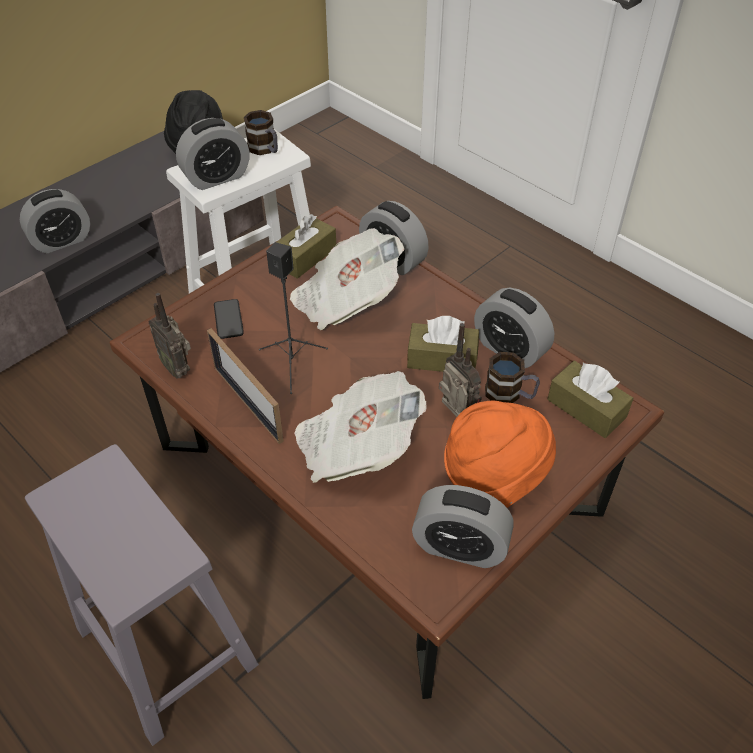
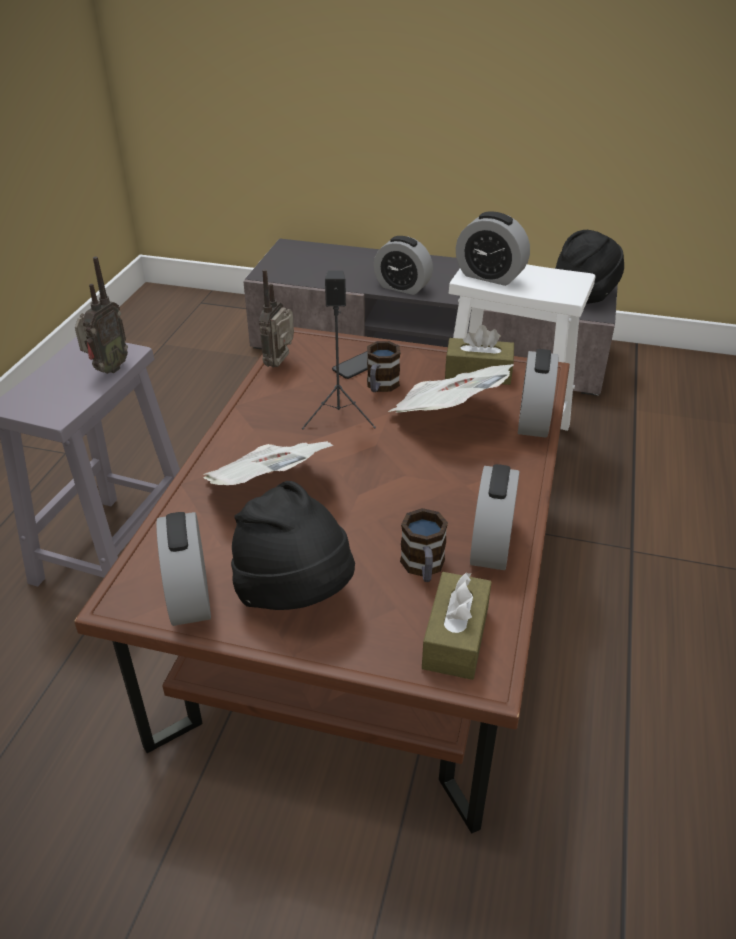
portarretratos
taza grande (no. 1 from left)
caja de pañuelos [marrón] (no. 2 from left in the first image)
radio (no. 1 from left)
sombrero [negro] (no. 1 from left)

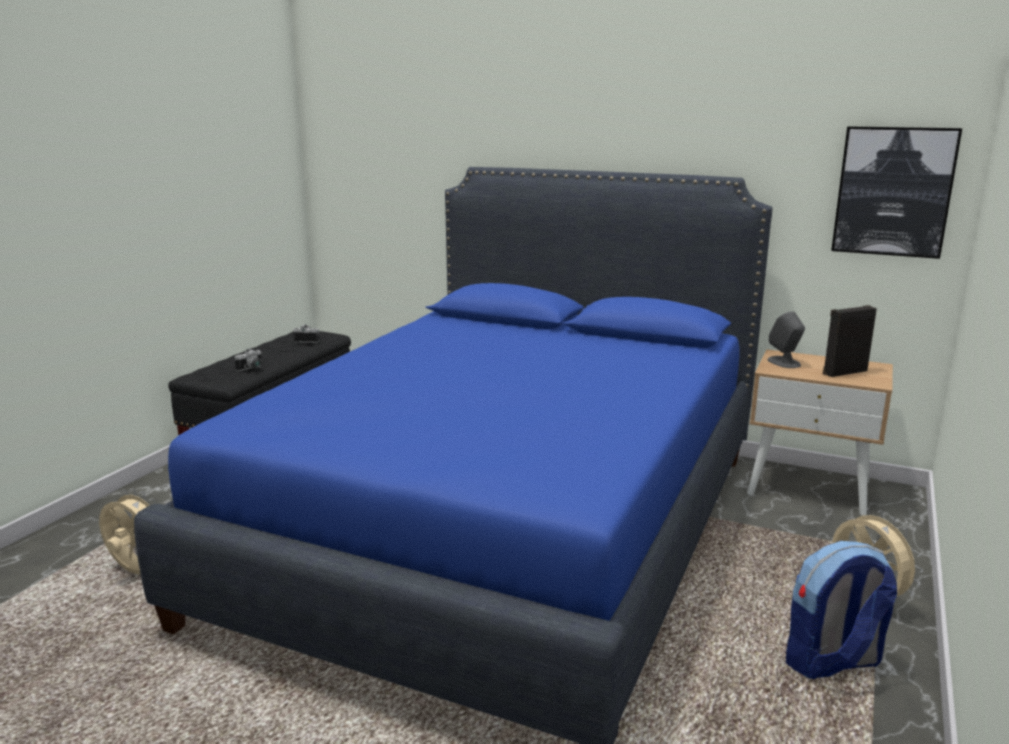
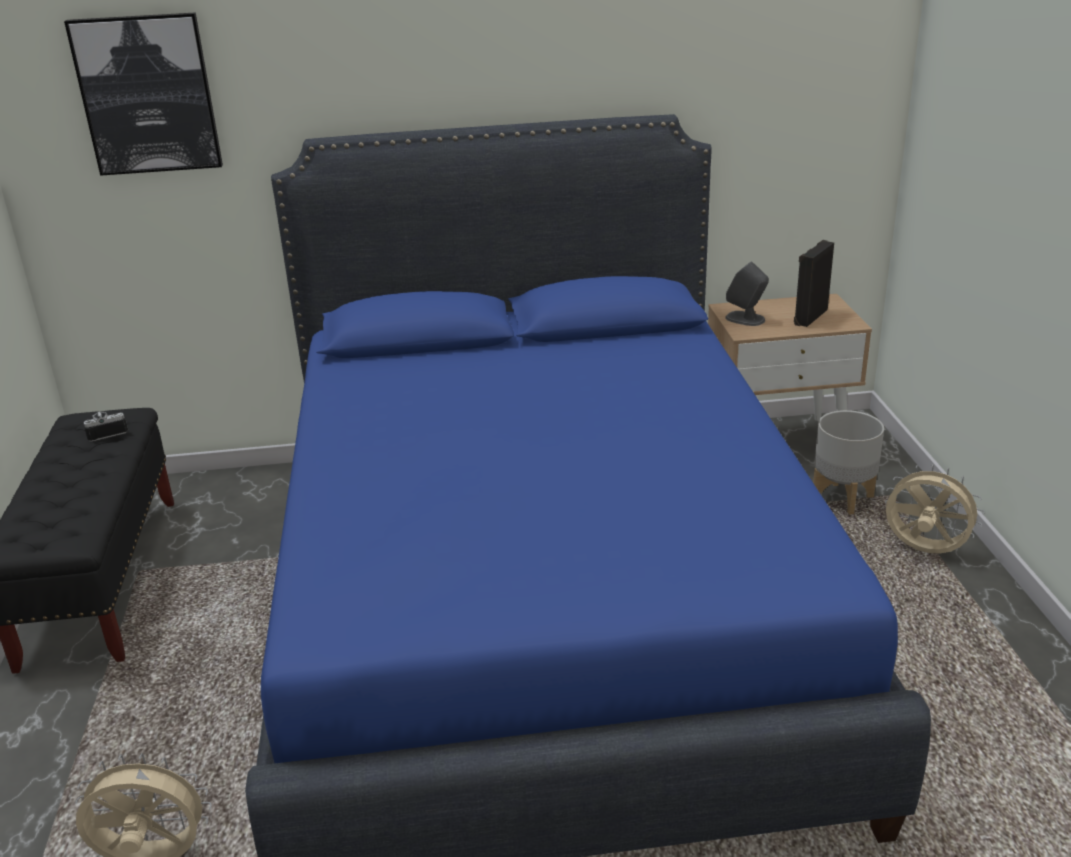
cámara (no. 1 from left in the first image)
mochila
cuadro
maceta [gris]

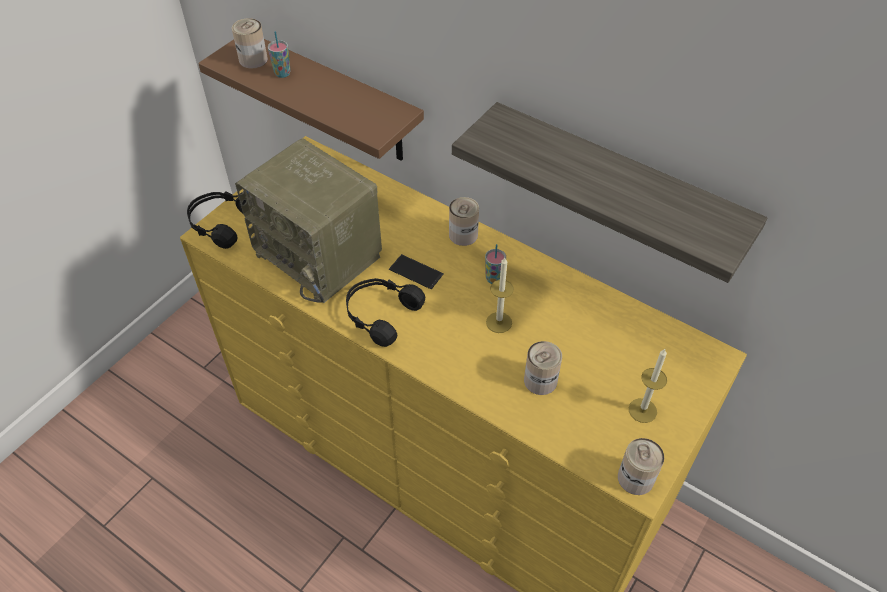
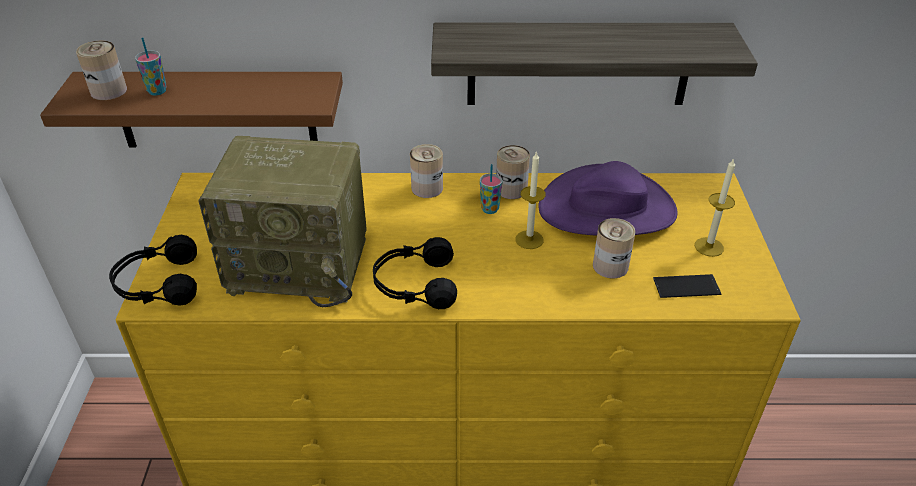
móvil
lata (no. 3 from left)
sombrero [morado]

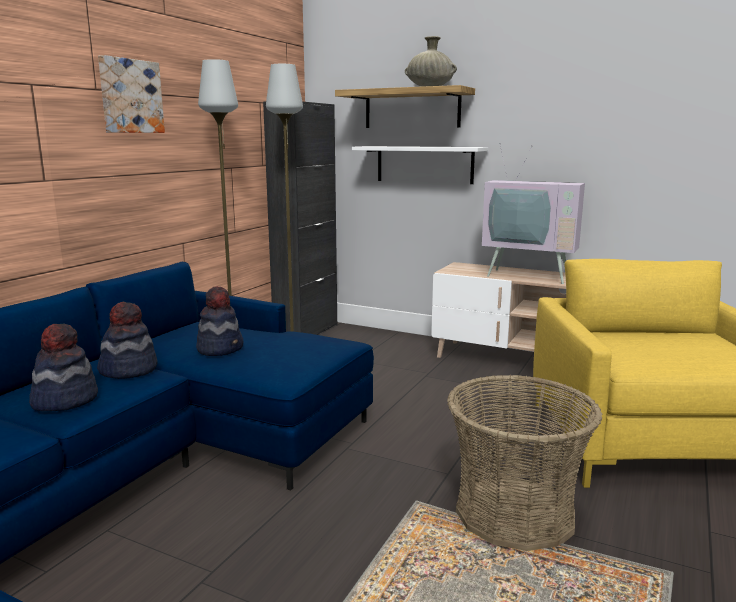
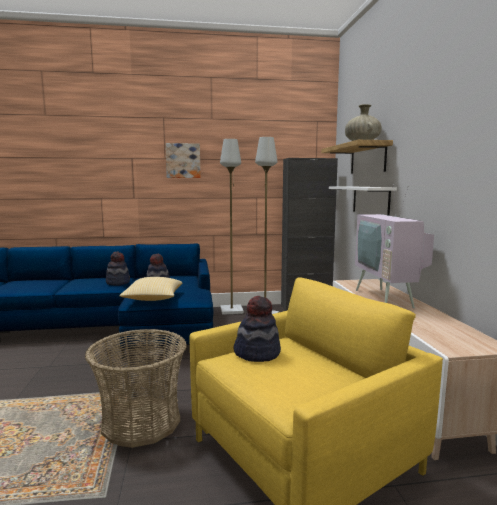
sombrero (no. 3 from left)
cojín

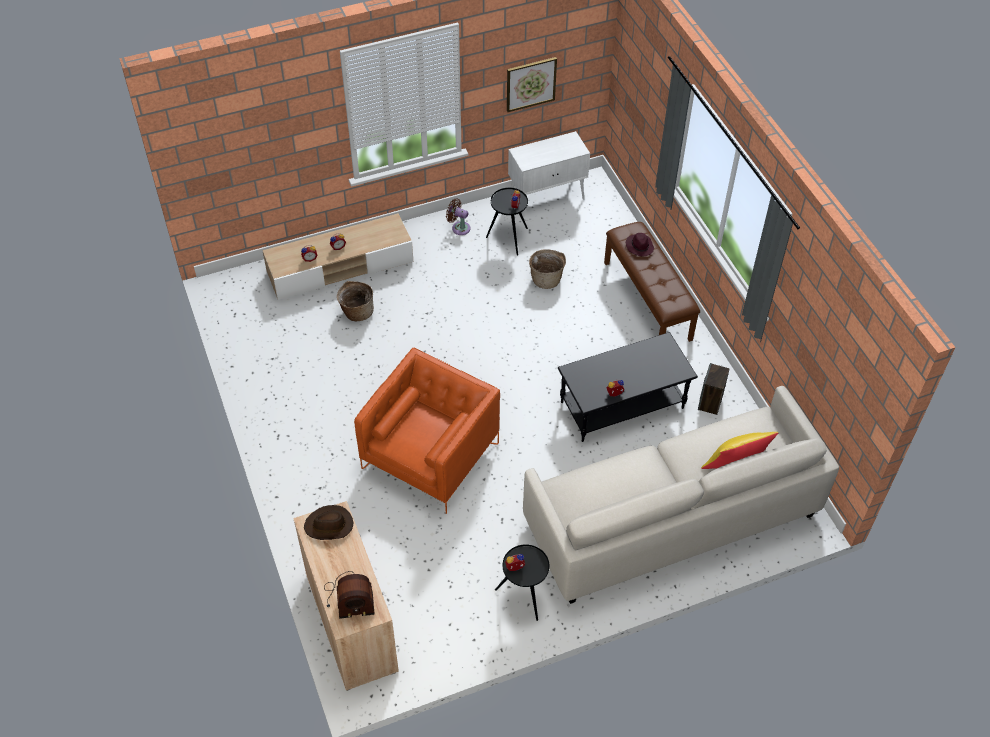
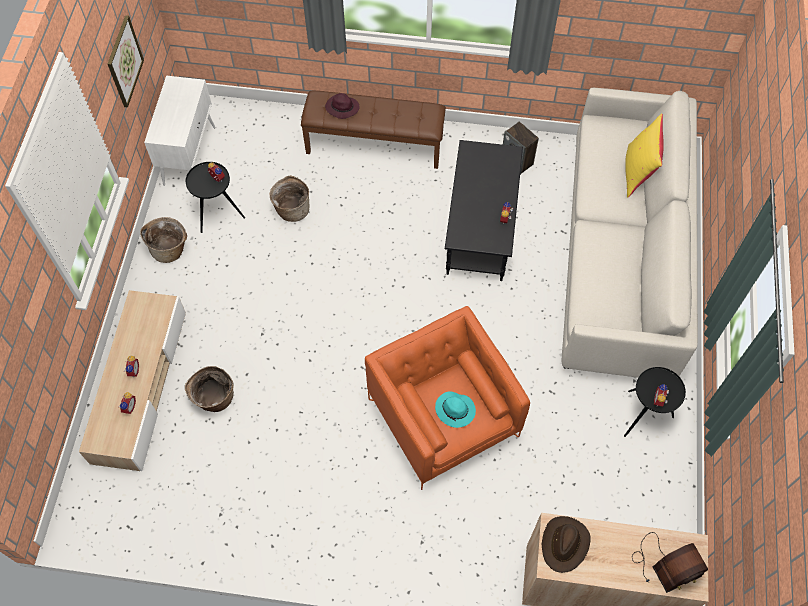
radio
cesta (no. 1 from left)
sombrero [turquesa]

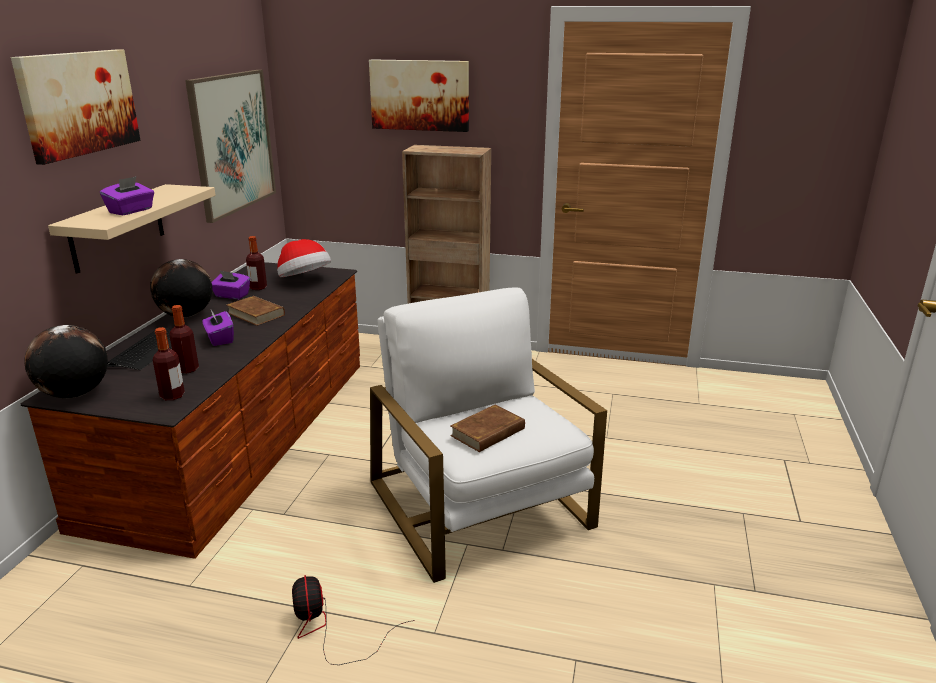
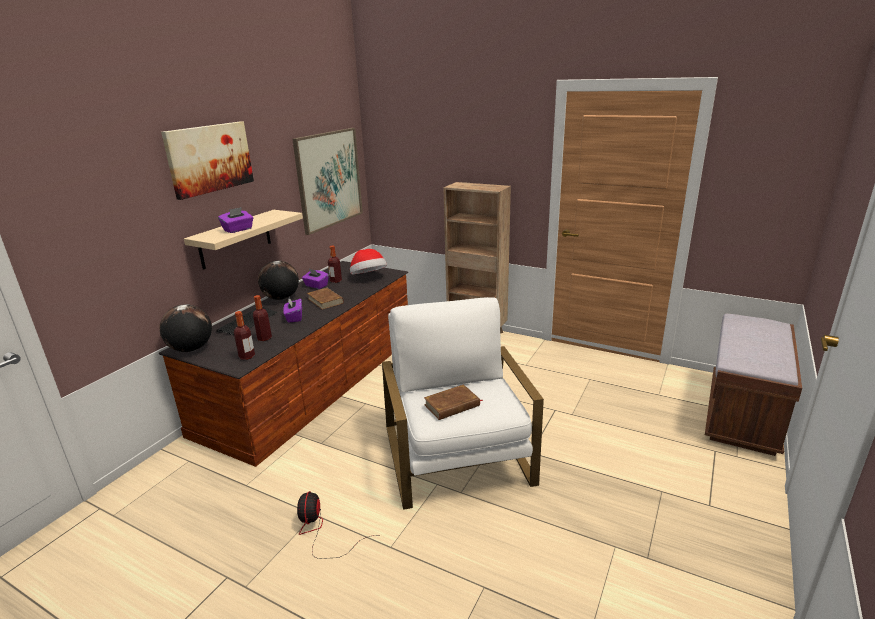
cuadro (no. 3 from left in the first image)
banco [marrón]

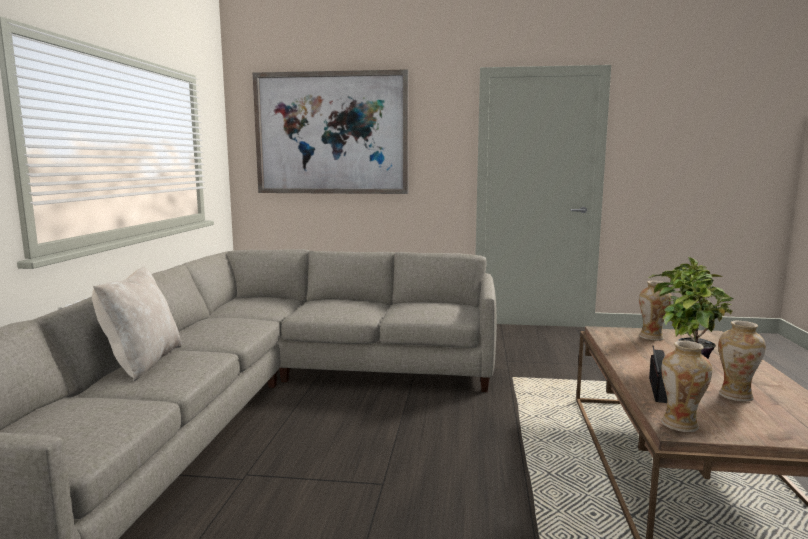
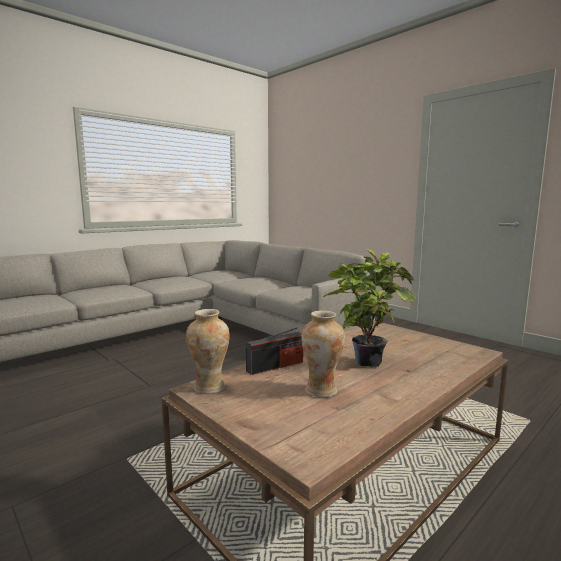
cojín [beis]
cuadro
florero (no. 1 from left in the first image)

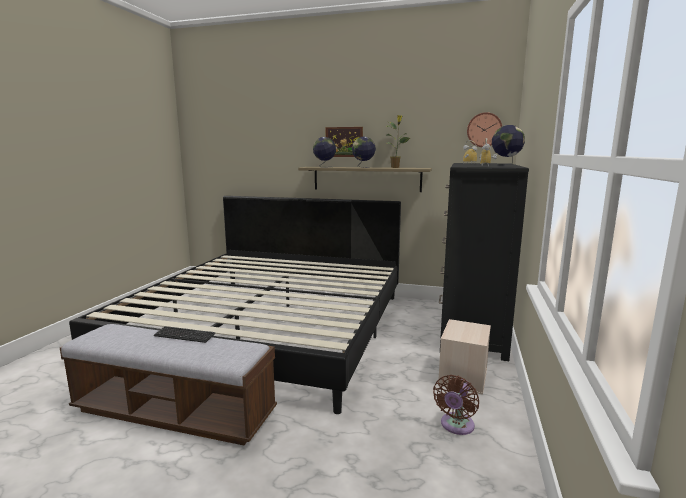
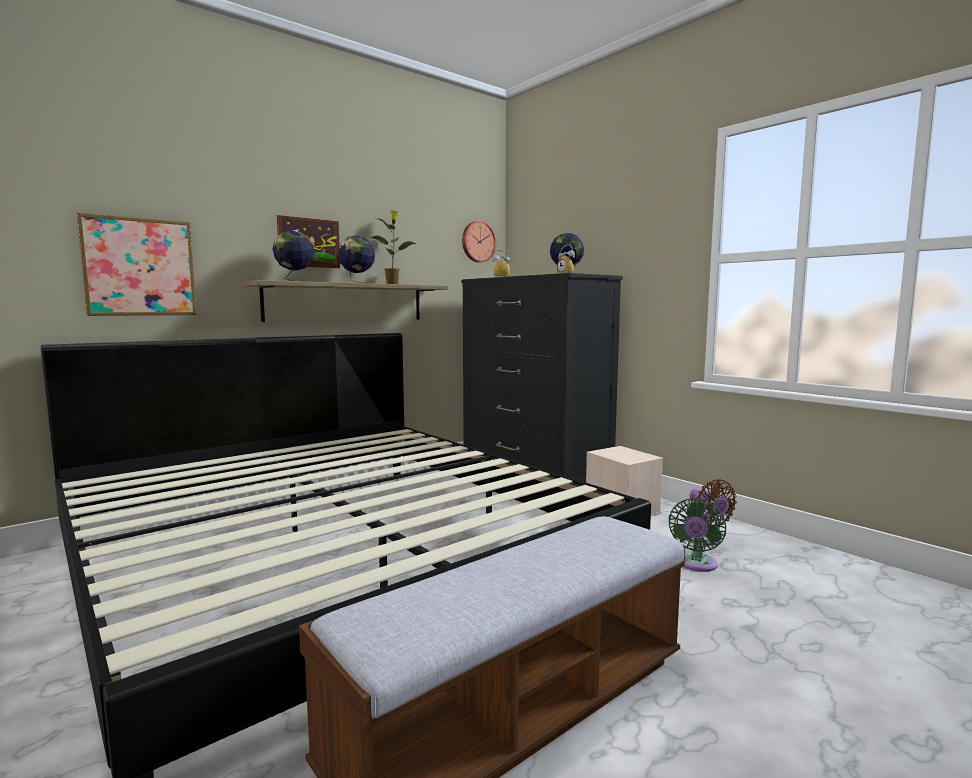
teclado
cuadro (no. 1 from left)
ventilador [verde]

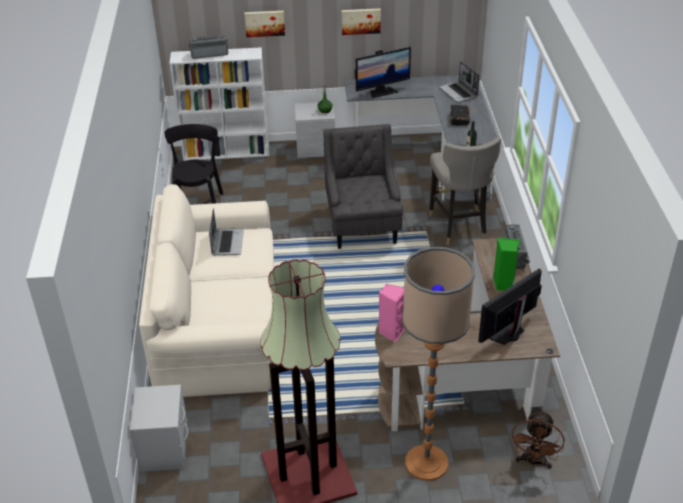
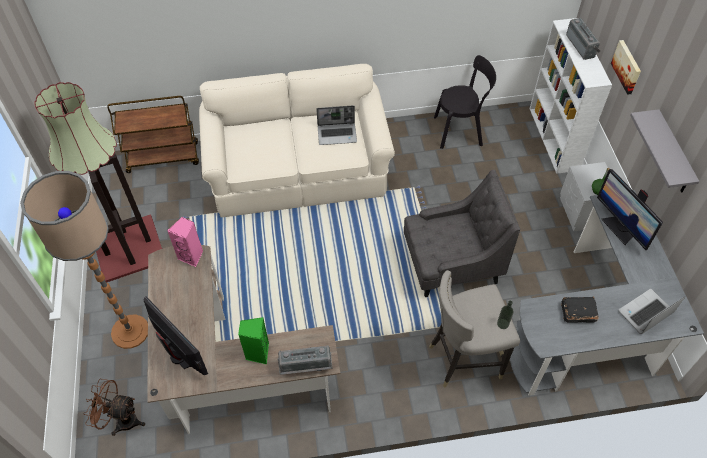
carrito [marrón]
estante [gris]

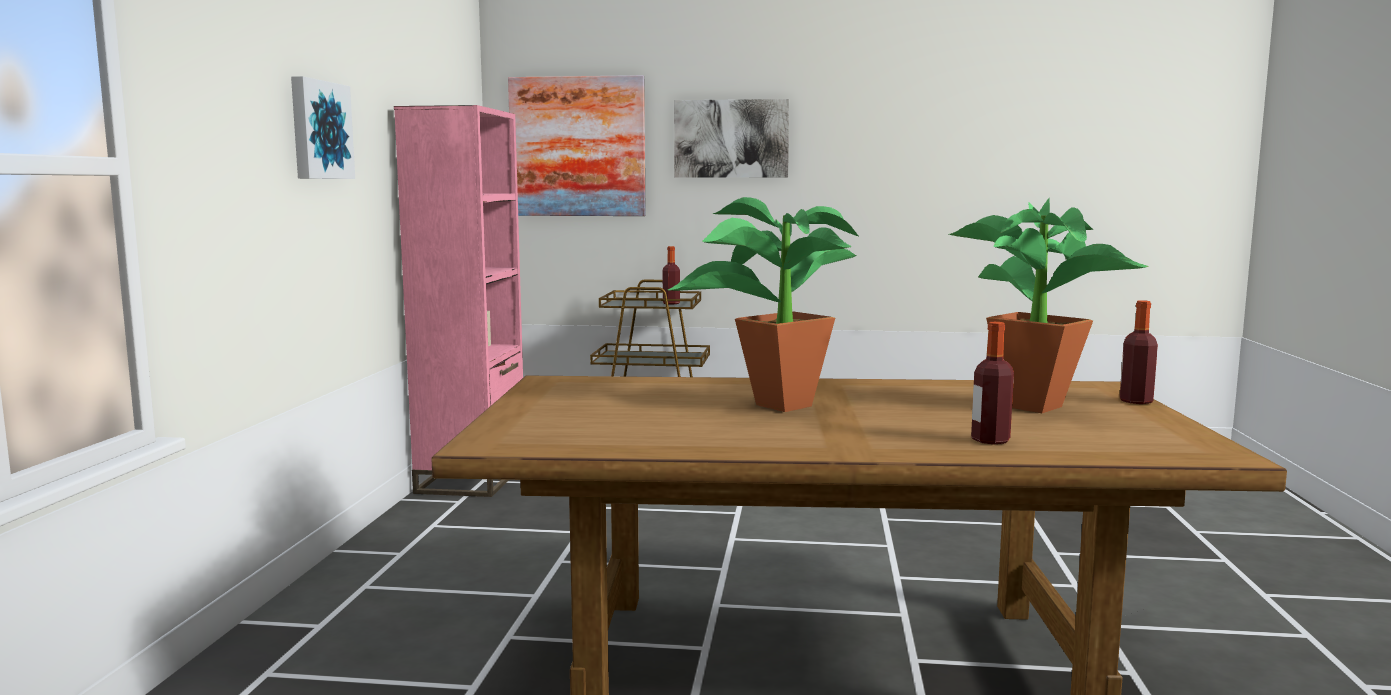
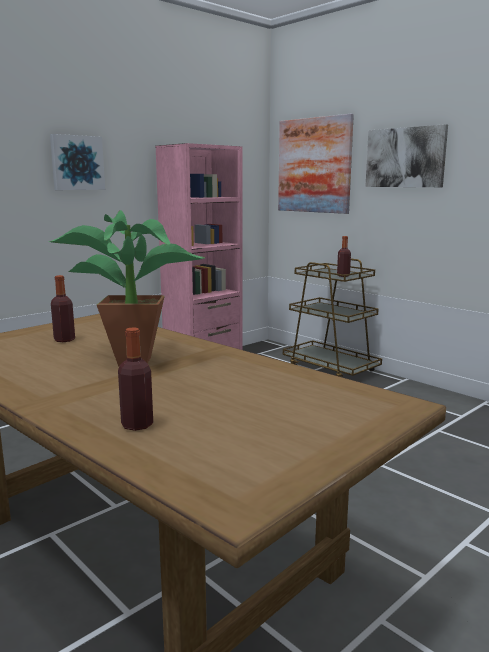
planta en maceta (no. 2 from left in the first image)
botella (no. 1 from left)

